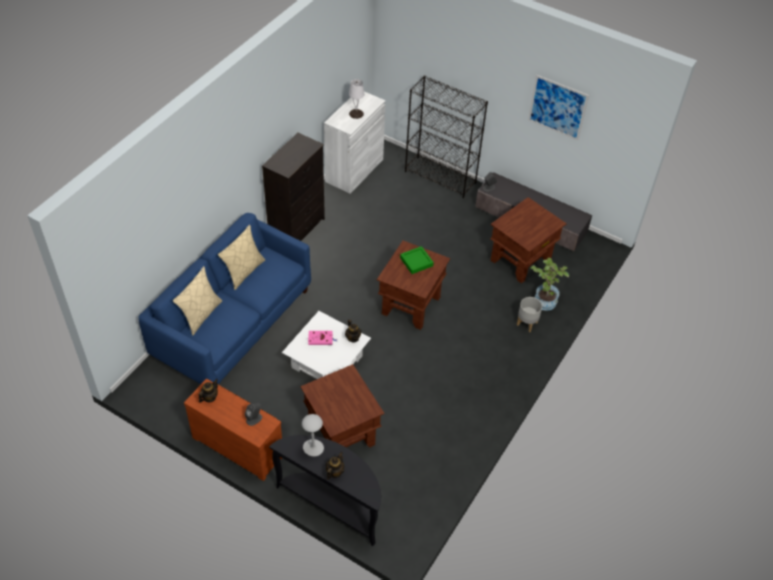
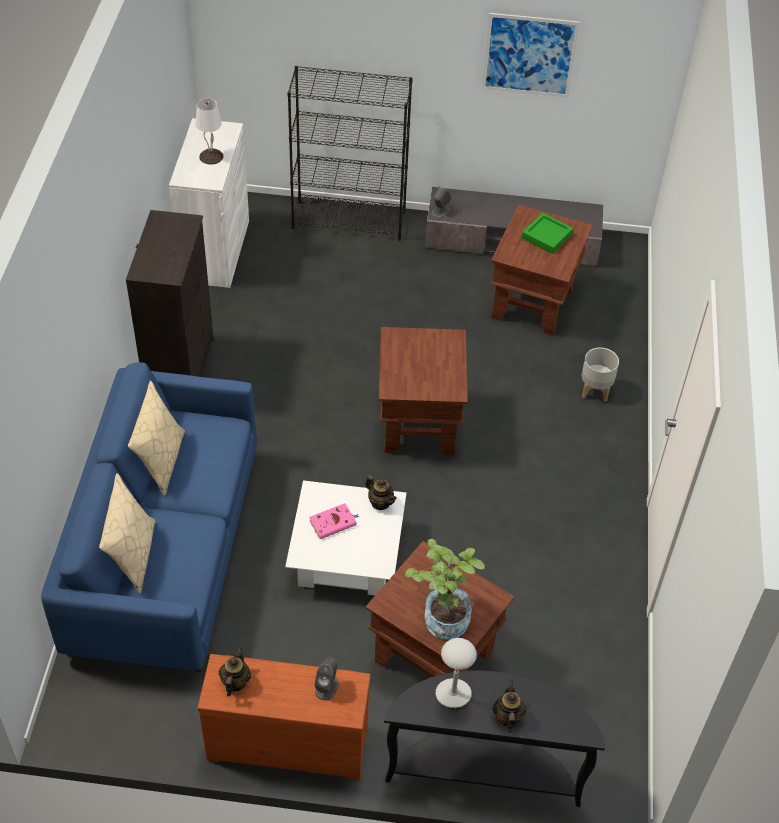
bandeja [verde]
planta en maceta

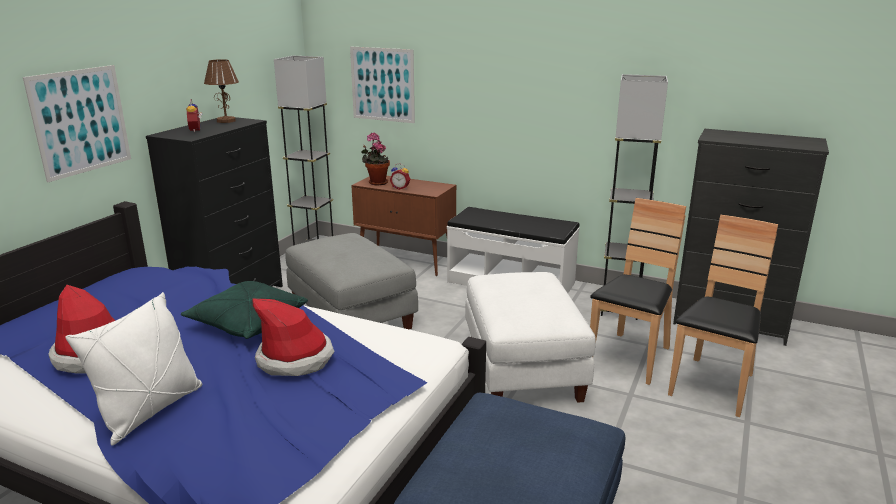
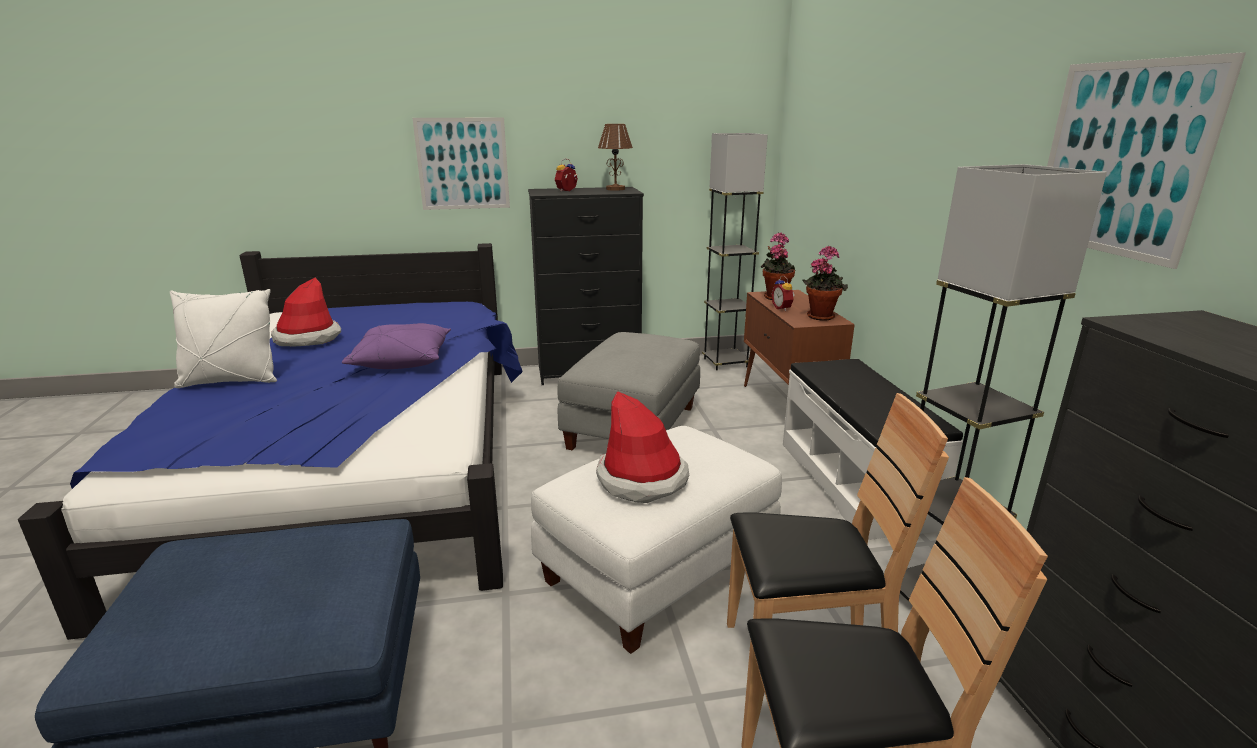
cojín [morado]
sombrero (no. 2 from left)
cuadro (no. 2 from left)
planta en maceta (no. 2 from left)

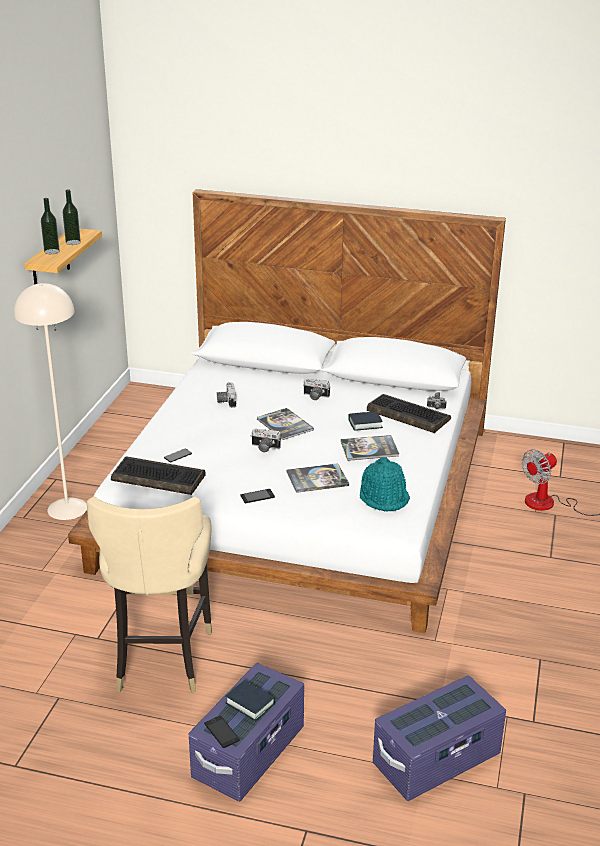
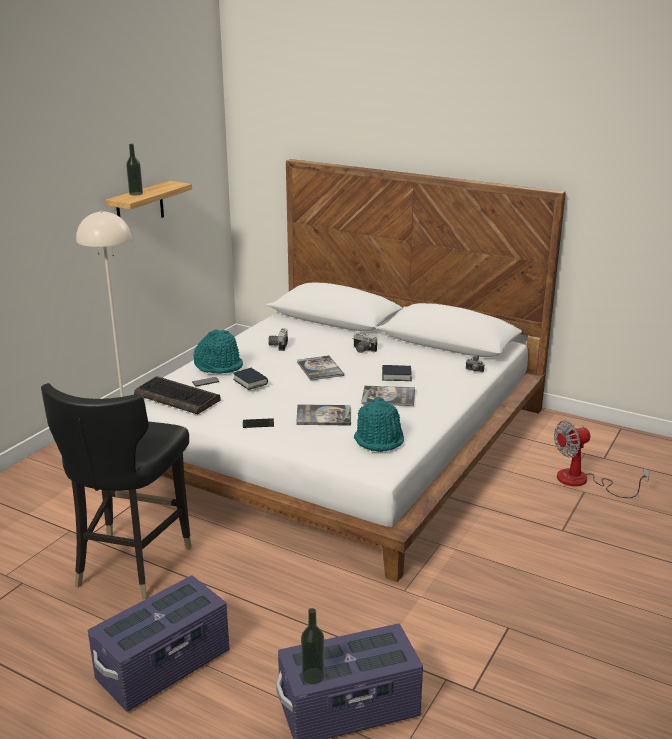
botella (no. 2 from left)
silla [negro]
móvil (no. 2 from left in the first image)
libro (no. 1 from left)
cámara (no. 2 from left in the first image)
teclado (no. 2 from left in the first image)
sombrero [turquesa] (no. 1 from left)

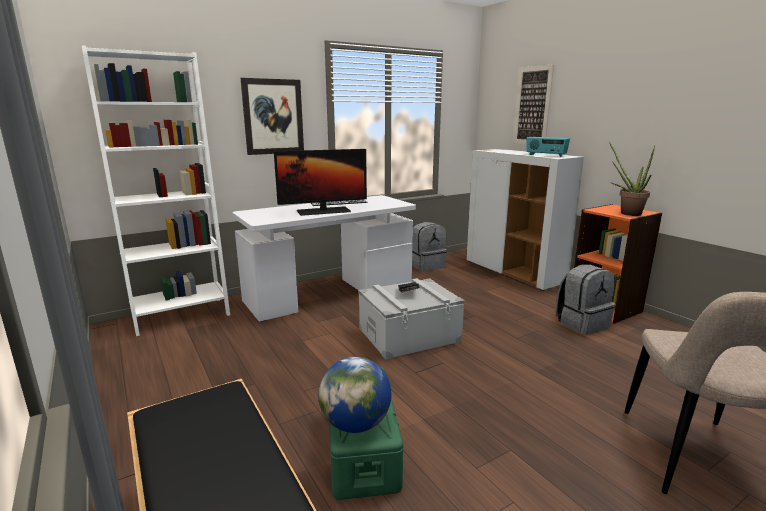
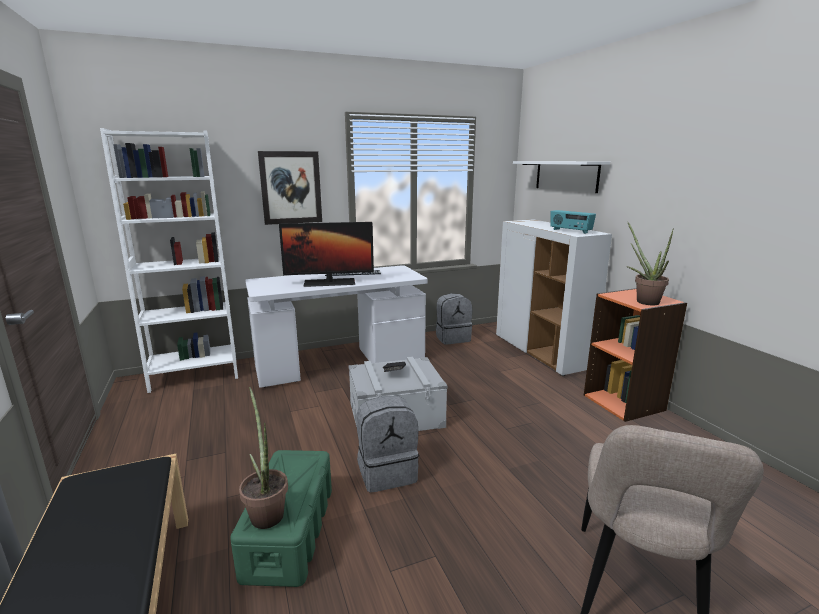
planta en maceta (no. 1 from left)
estante [blanco]
mochila [gris] (no. 1 from left)

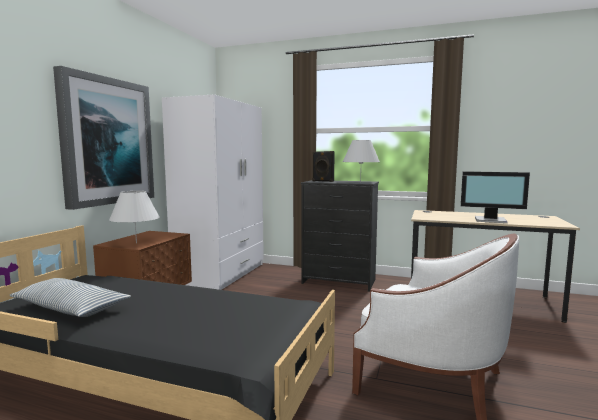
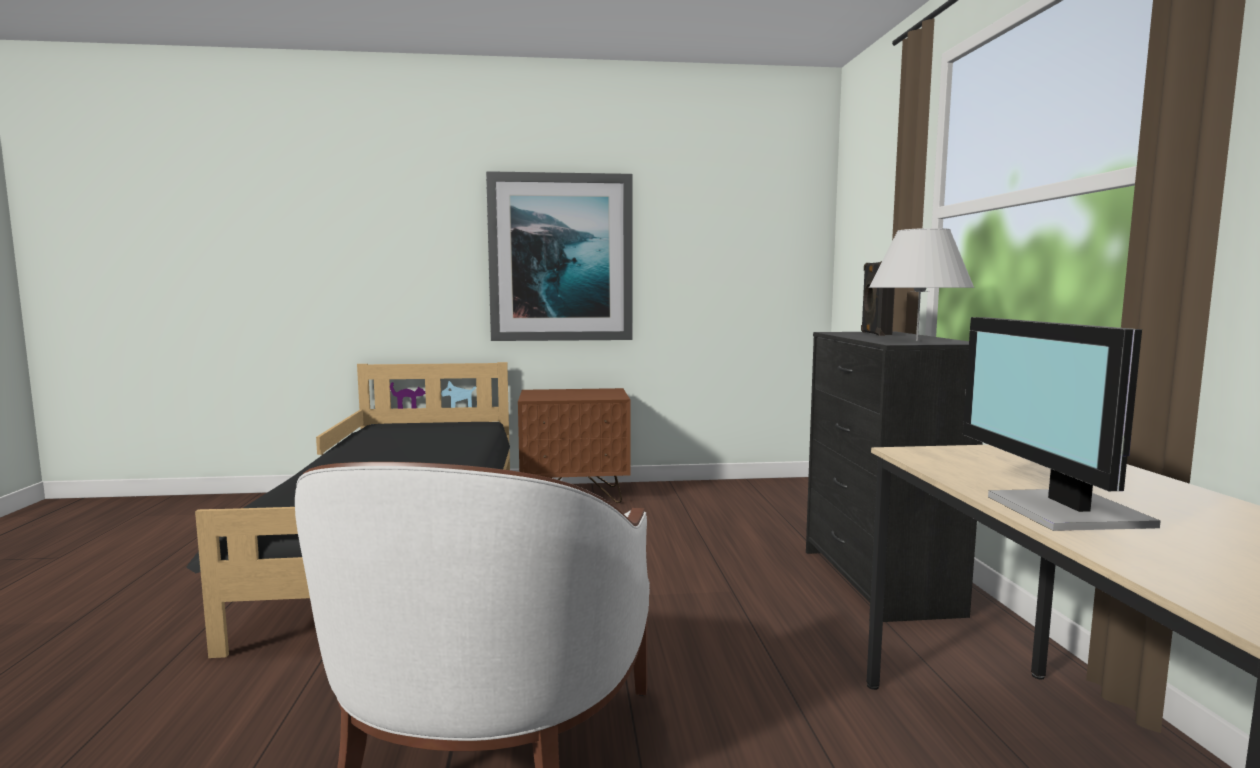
cojín
lámpara de mesa [blanco] (no. 1 from left in the first image)
armario ropero [blanco]

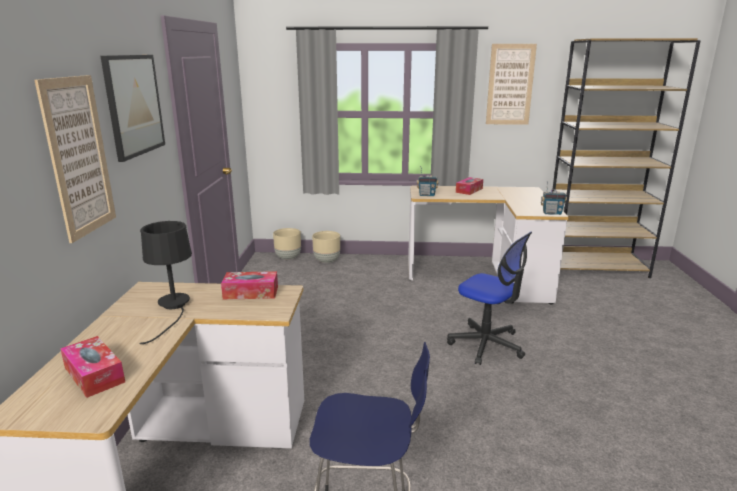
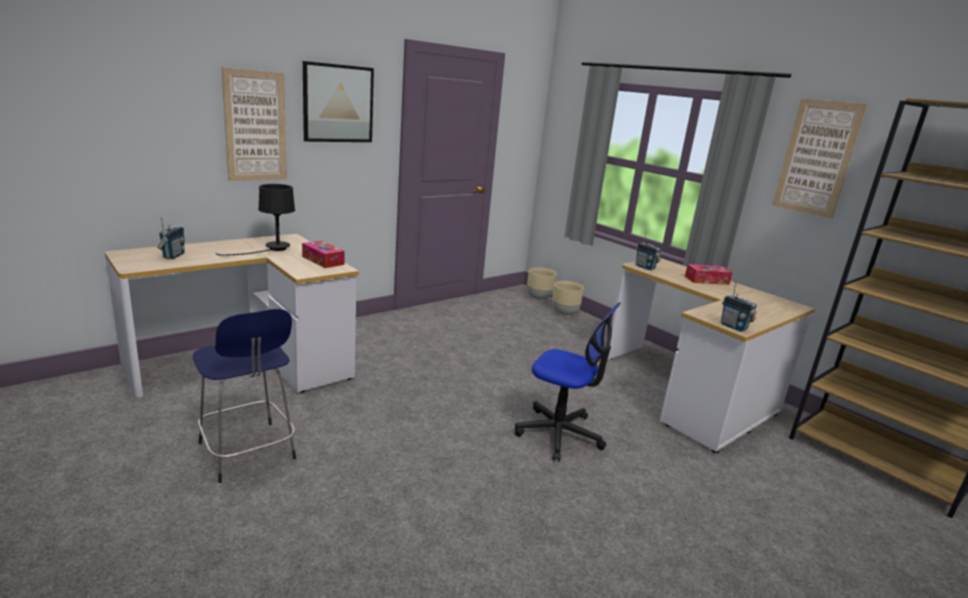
radio (no. 1 from left)
silla de oficina

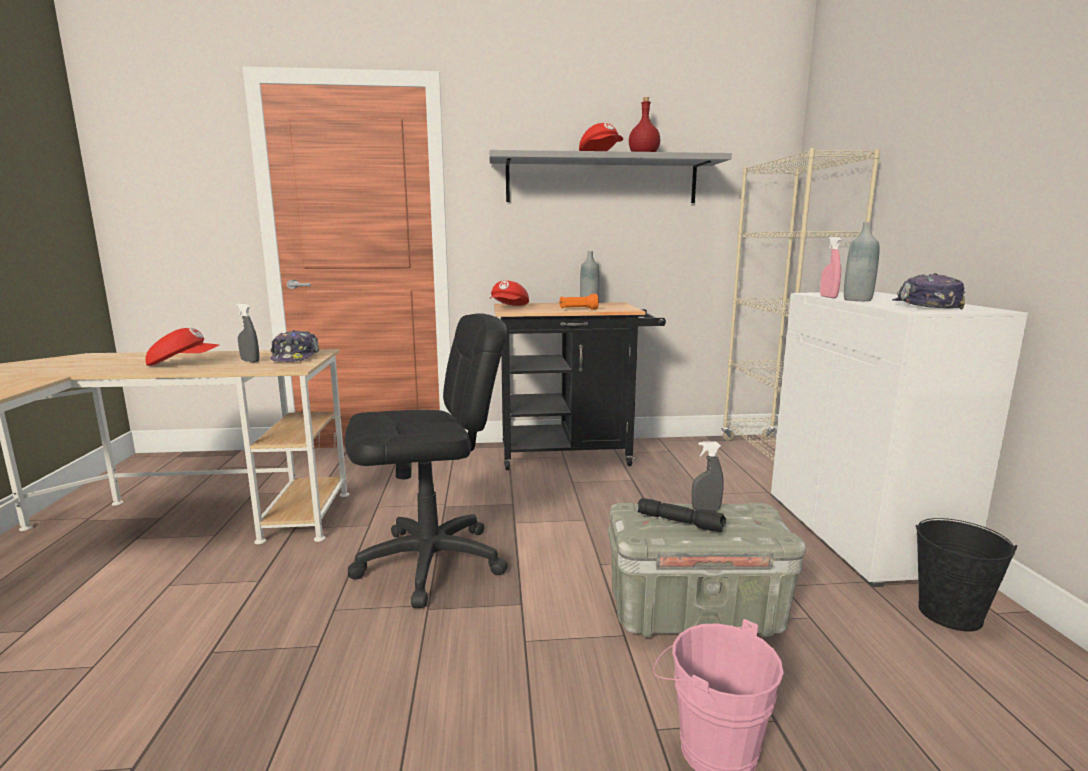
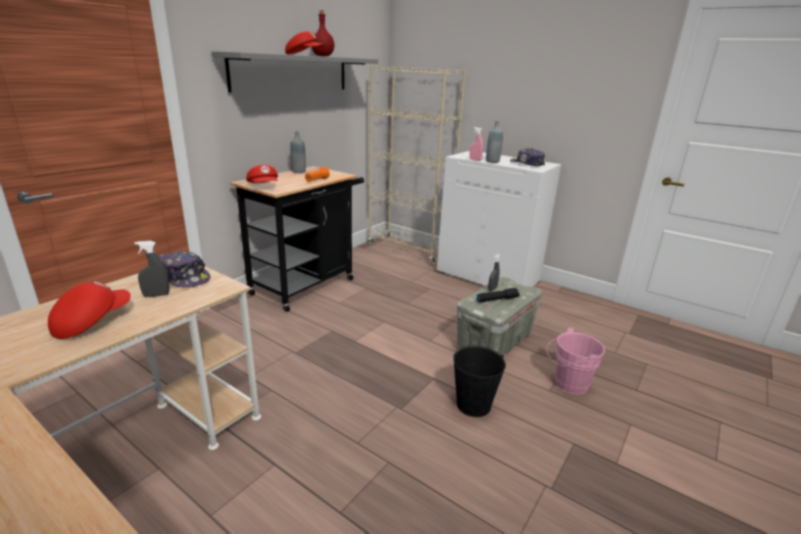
silla de oficina [negro]
cubo [negro]

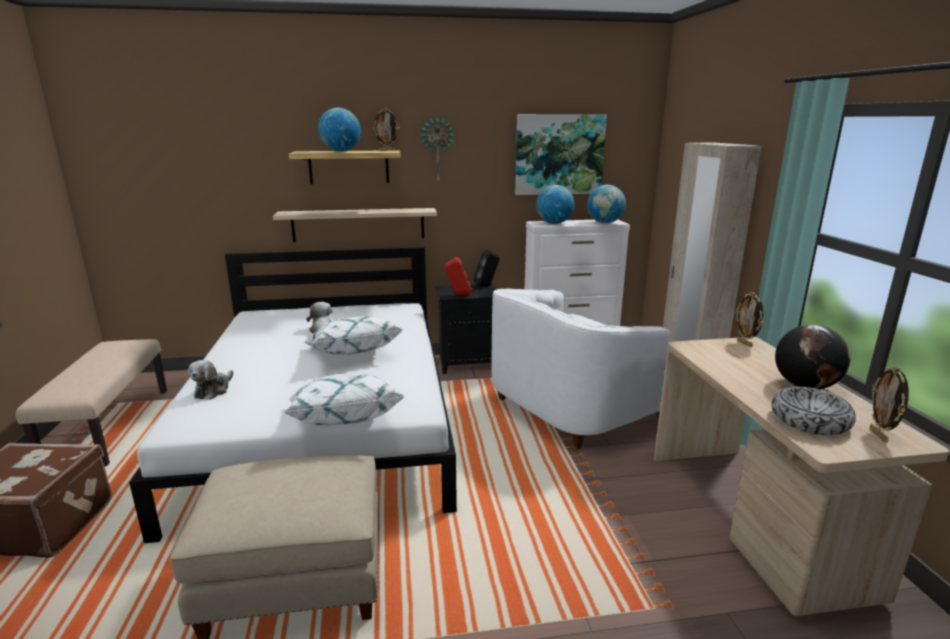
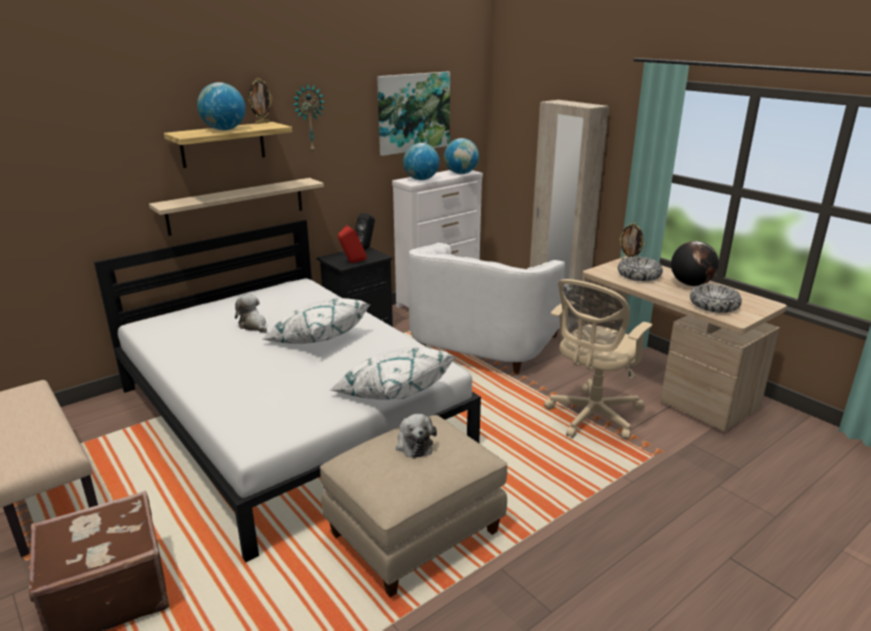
peluche (no. 2 from left)
portarretratos (no. 3 from left in the first image)
silla de oficina [beis]
cuenco (no. 1 from left)

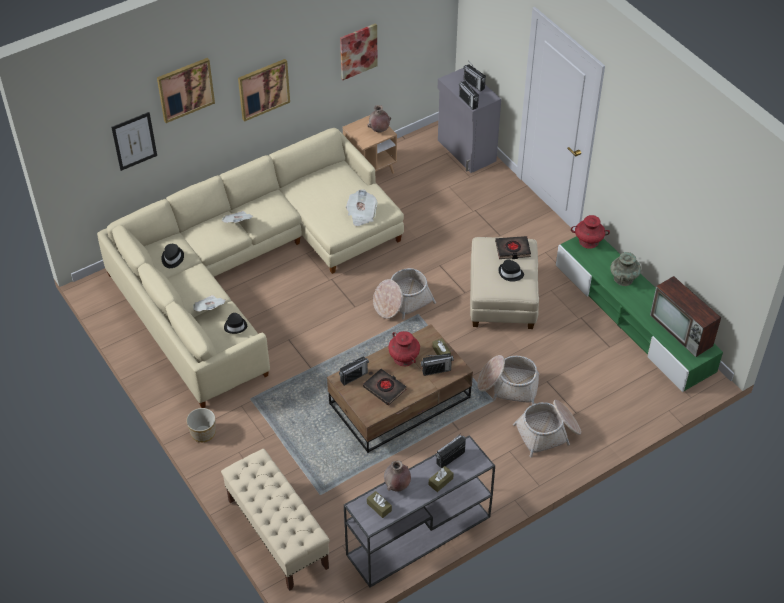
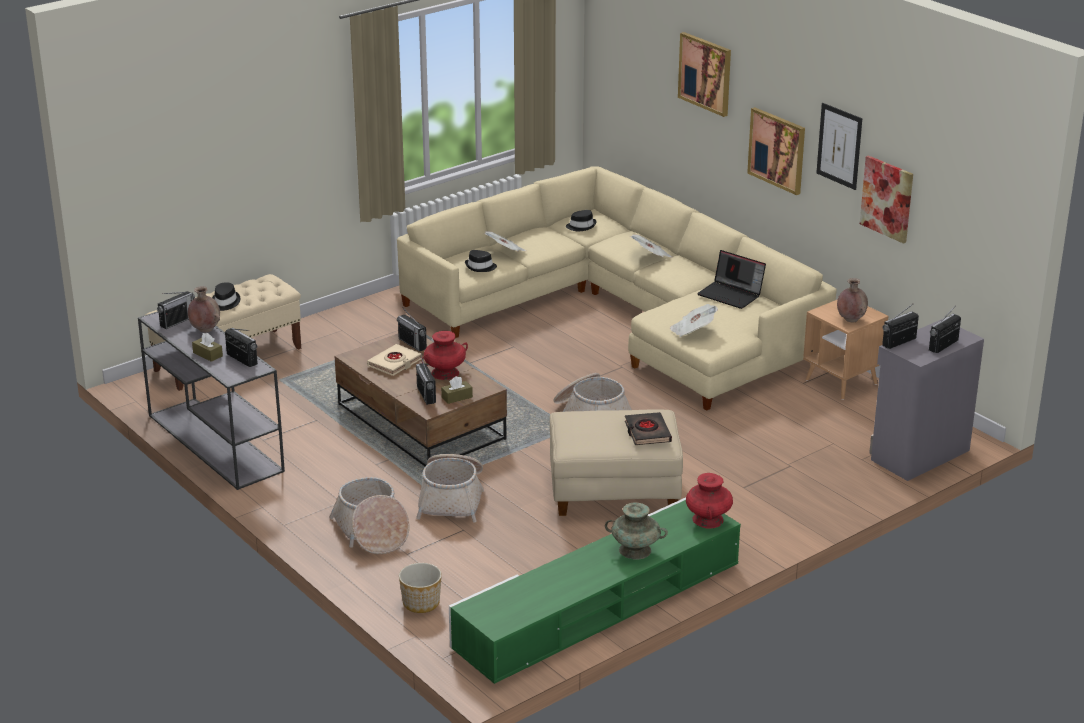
cuadro (no. 3 from left)
maceta
libro [beis]
radio (no. 1 from left)
sombrero [negro] (no. 1 from left)
televisor
portátil

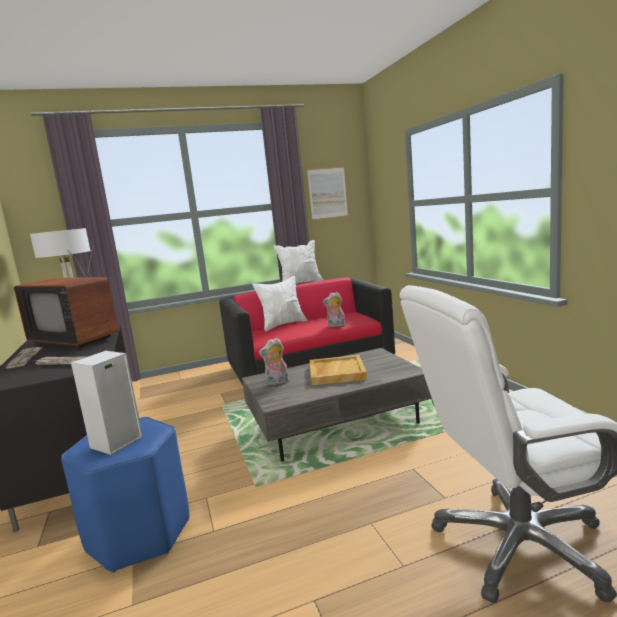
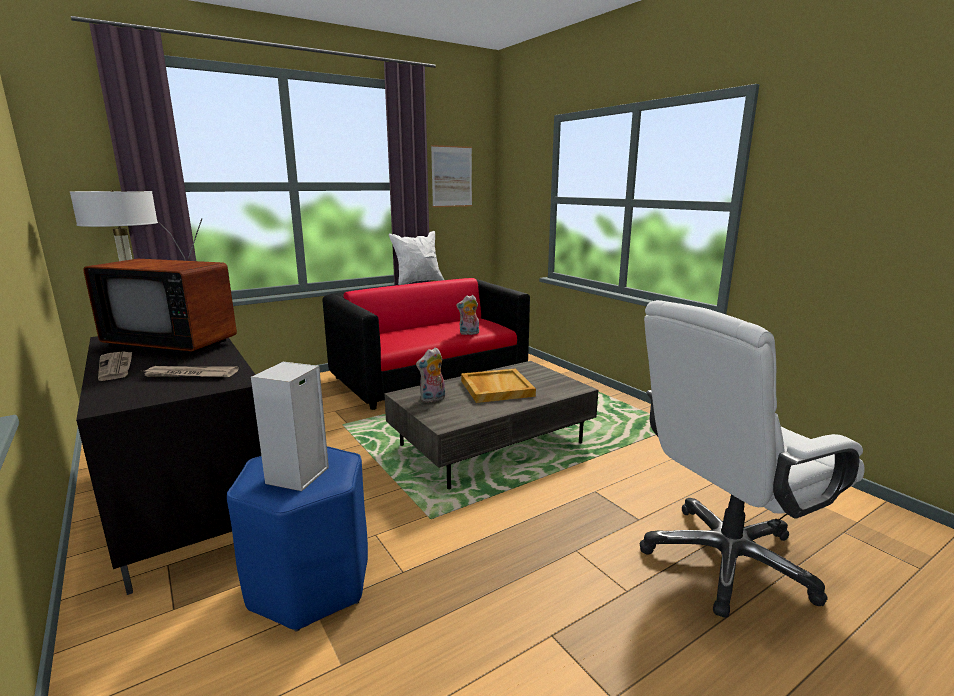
cojín [blanco] (no. 1 from left in the first image)

